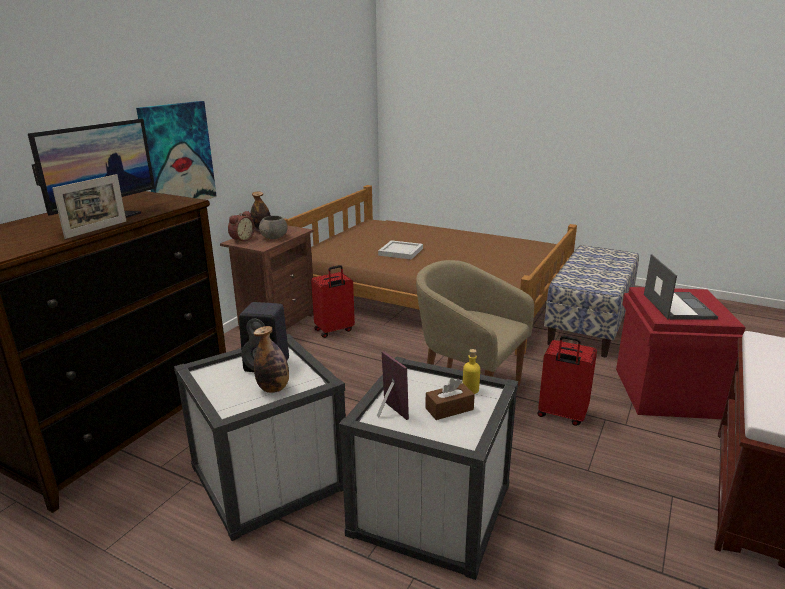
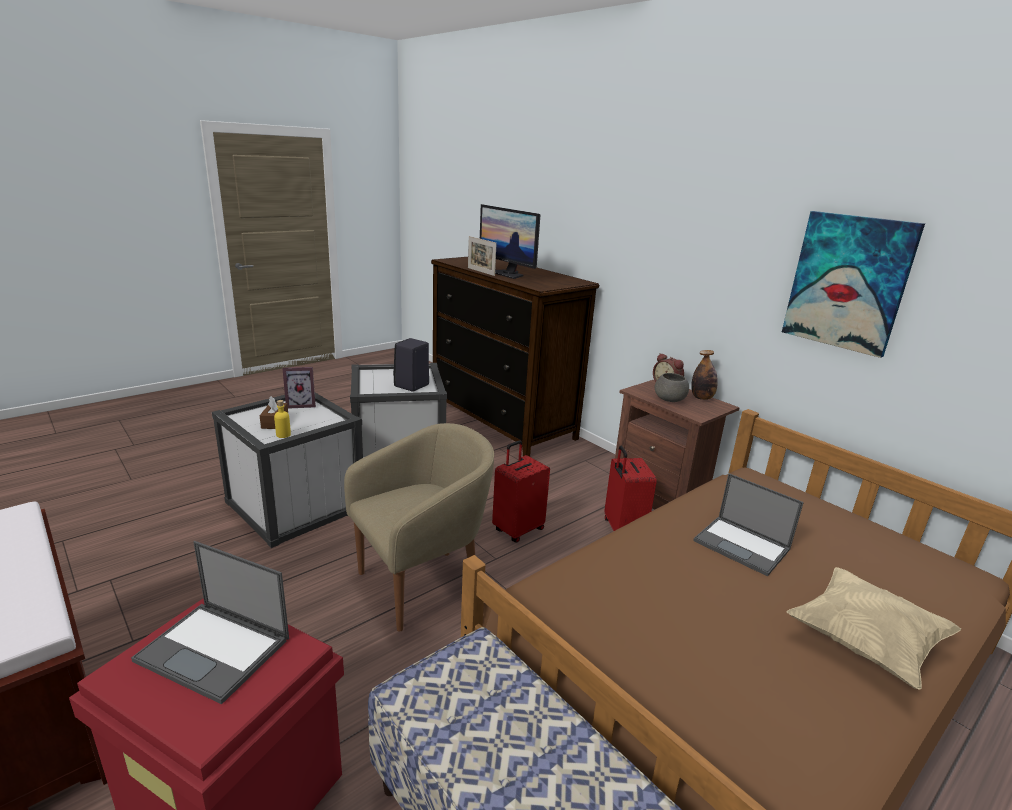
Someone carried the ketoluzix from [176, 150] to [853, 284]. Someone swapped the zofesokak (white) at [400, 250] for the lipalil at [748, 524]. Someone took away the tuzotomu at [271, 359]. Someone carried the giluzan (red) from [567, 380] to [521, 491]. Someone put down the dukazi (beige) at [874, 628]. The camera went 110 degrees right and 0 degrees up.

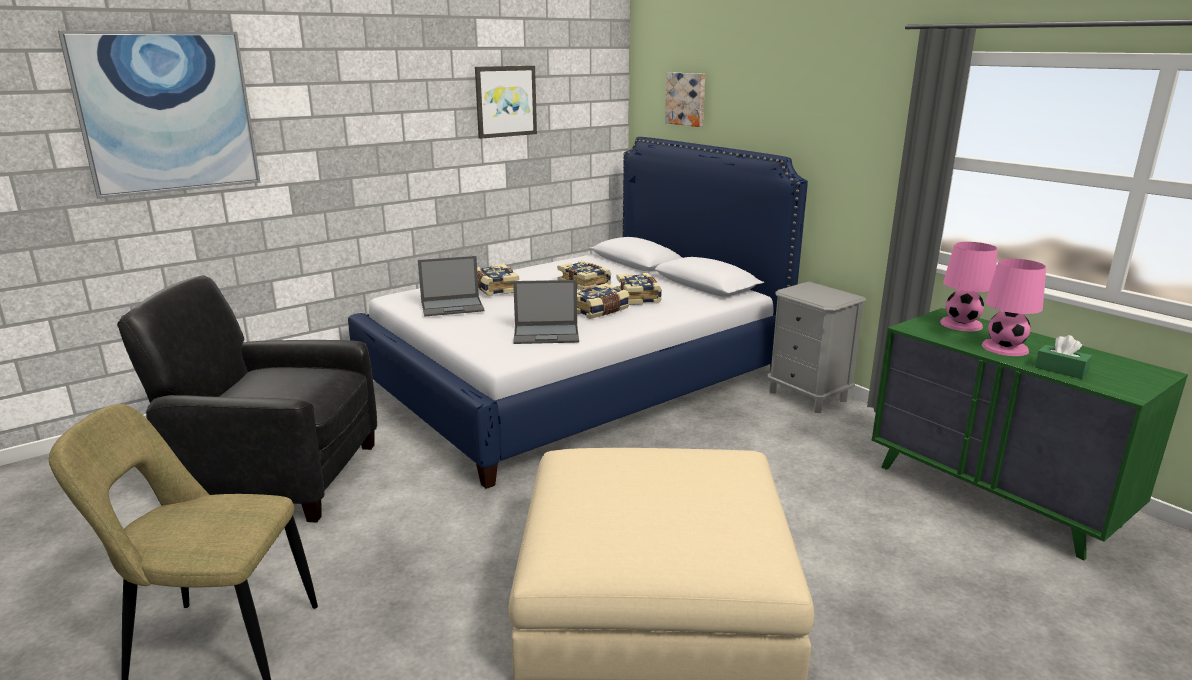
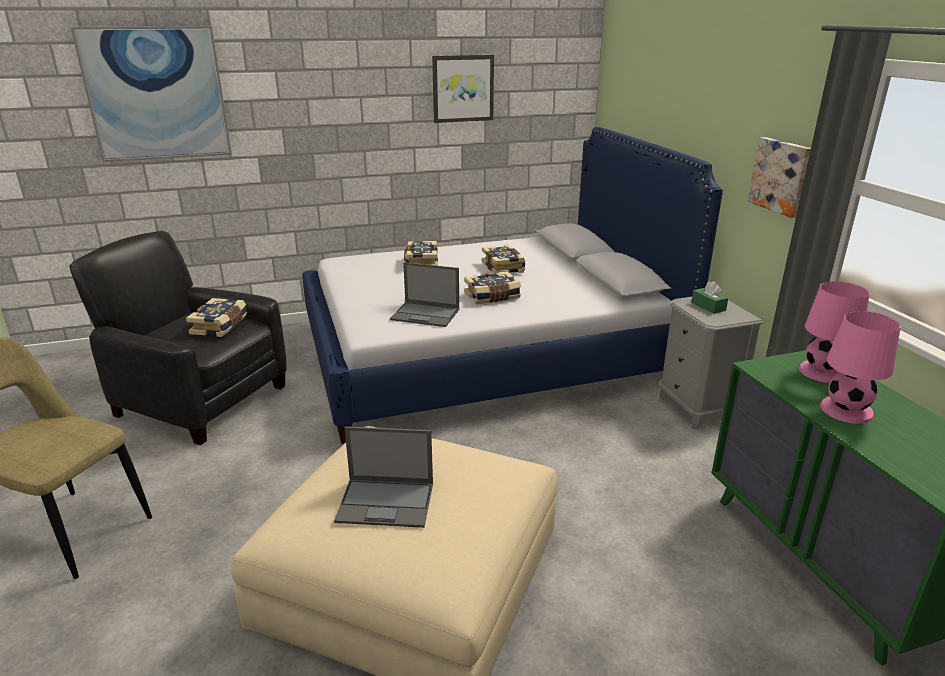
Someone carried the ketoluzix from [685, 99] to [779, 177]. Someone carried the lipalil from [451, 286] to [383, 477]. Someone carried the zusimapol from [639, 289] to [216, 317]. Someone carried the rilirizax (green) from [1063, 357] to [709, 297]. The camera went 20 degrees right and 5 degrees up.

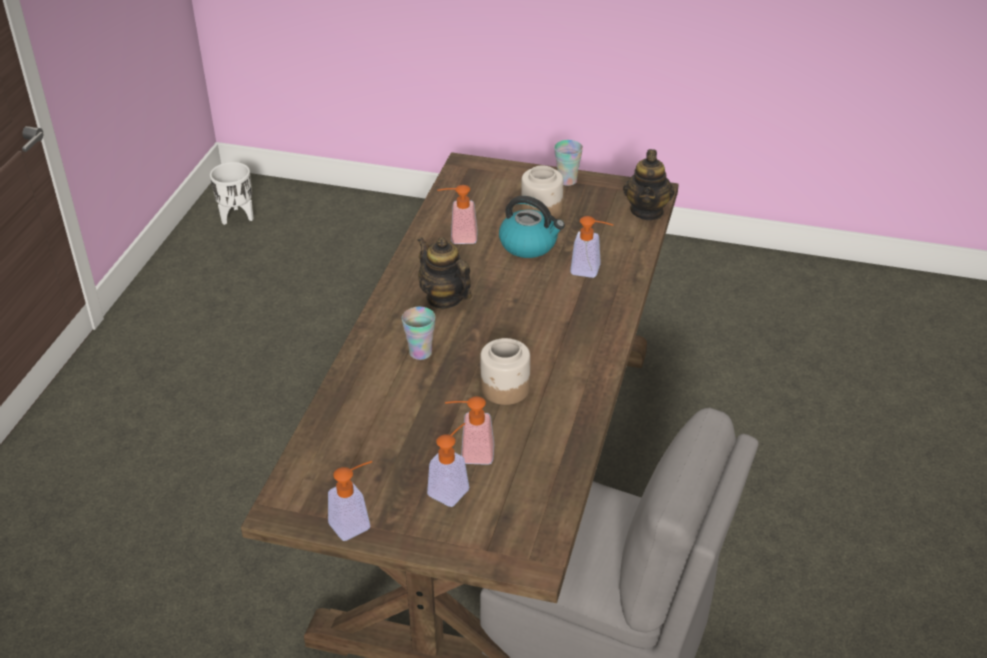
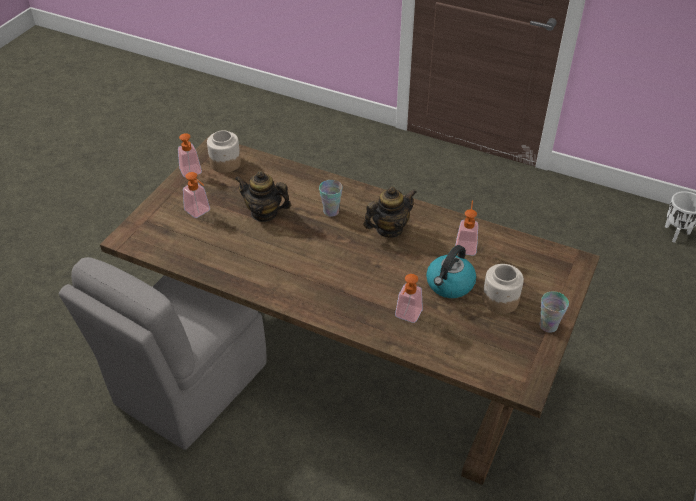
Someone carried the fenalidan from [649, 185] to [263, 196]. Someone carried the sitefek from [505, 371] to [224, 151]. Someone took away the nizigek at [470, 430]. The camera went 100 degrees right and 5 degrees up.

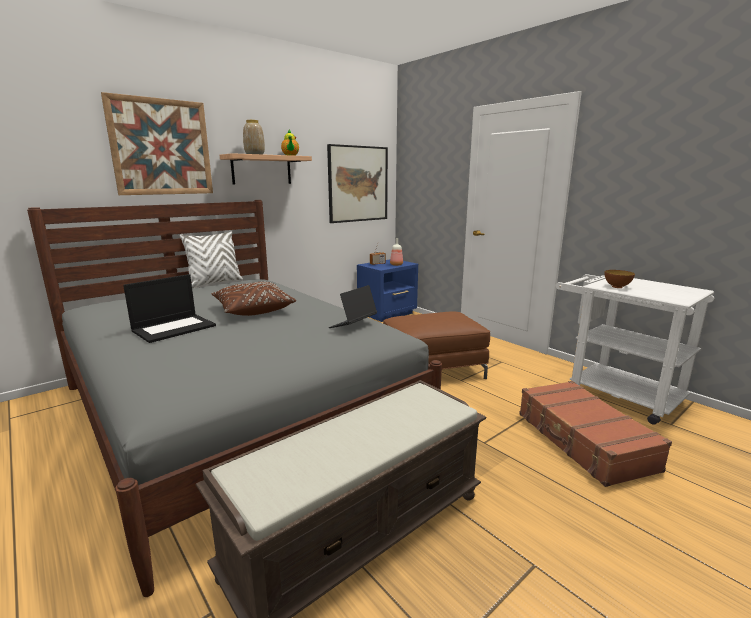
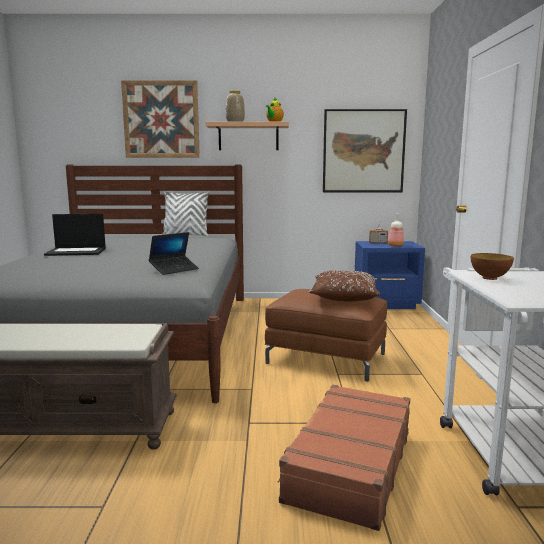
Someone carried the dukazi (brown) from [254, 299] to [344, 285]. Someone rotated the lipalil at [353, 306] by 150 degrees clockwise. The camera went 40 degrees right and 5 degrees down.

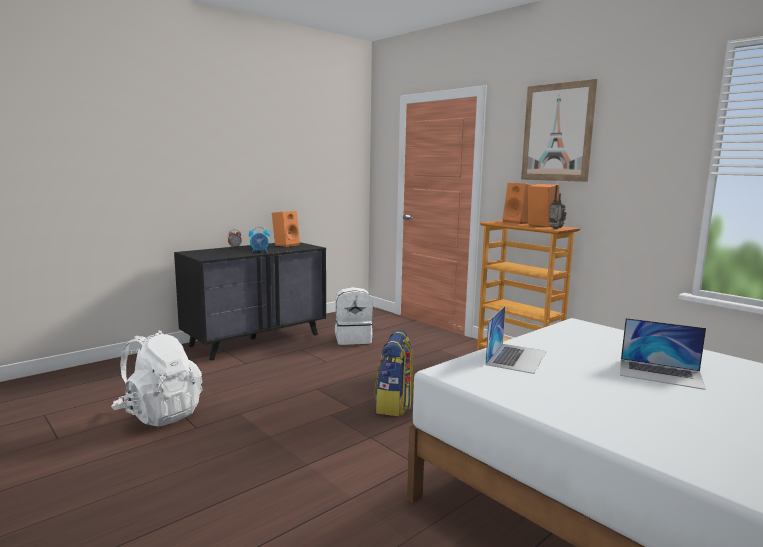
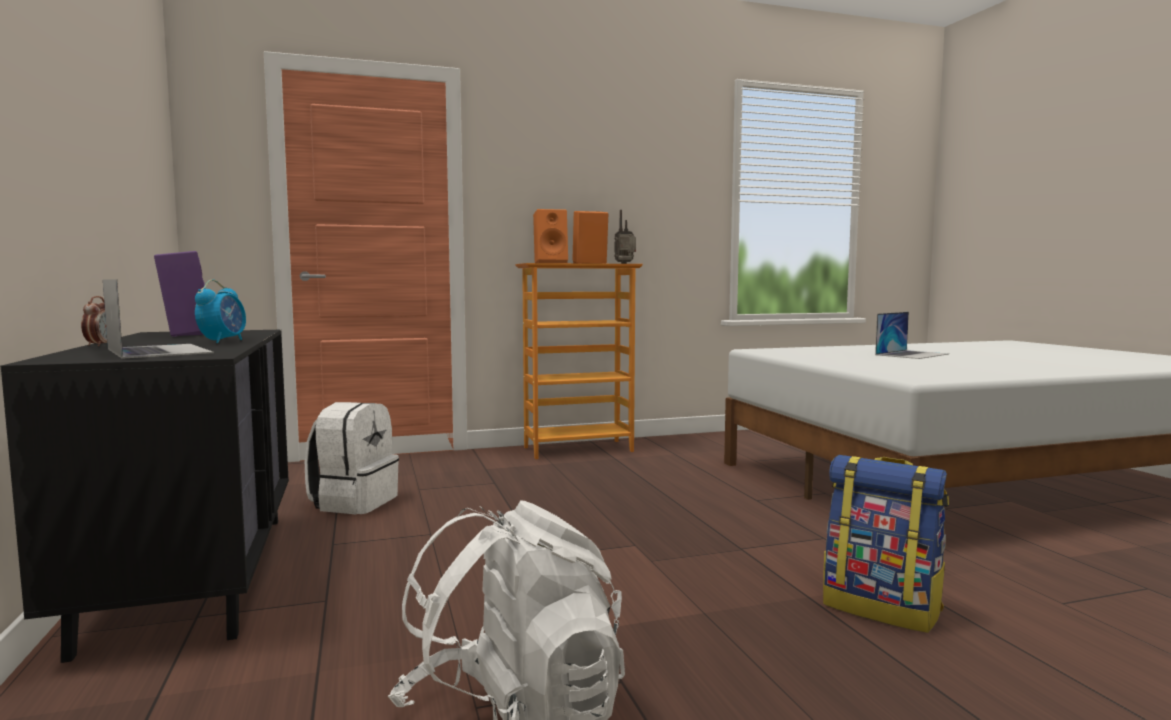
Someone took away the ketoluzix at [559, 130]. Someone repainted the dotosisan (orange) at [286, 229], which became the dotosisan (purple) at [180, 293]. Someone carried the lipalil from [515, 340] to [158, 319]. Someone carried the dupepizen from [394, 373] to [886, 544]. The camera went 65 degrees left and 5 degrees down.

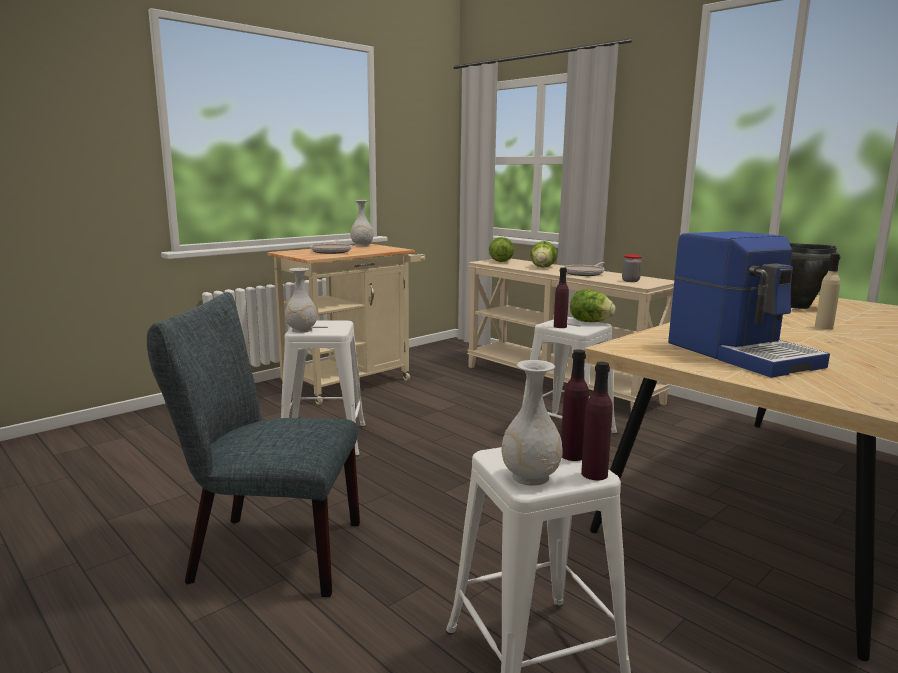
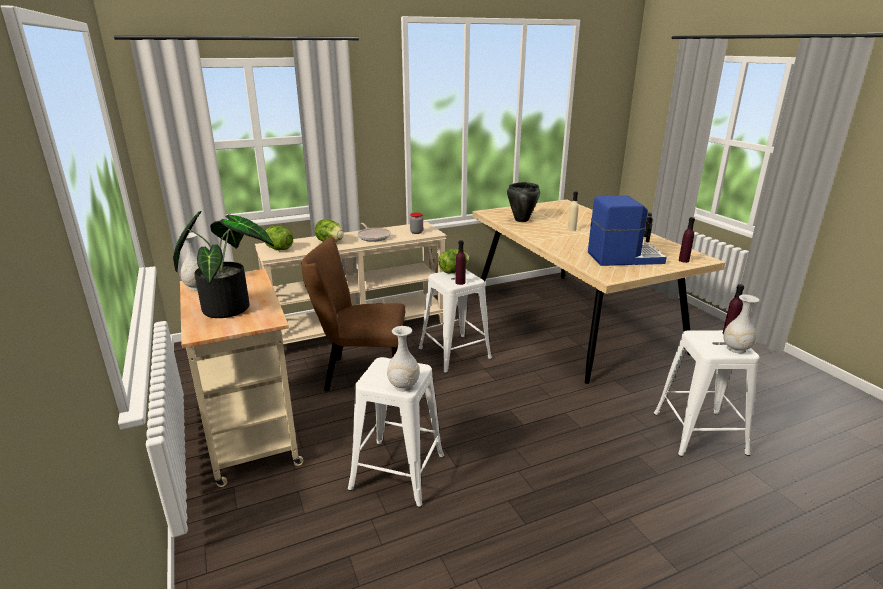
Someone swapped the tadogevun at [331, 247] for the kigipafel at [223, 264]. Someone took away the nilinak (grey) at [253, 444]. Someone carried the tuzotomu (purple) from [575, 405] to [687, 240]. Someone put down the nilinak (brown) at [353, 314]. The camera went 70 degrees left and 10 degrees up.

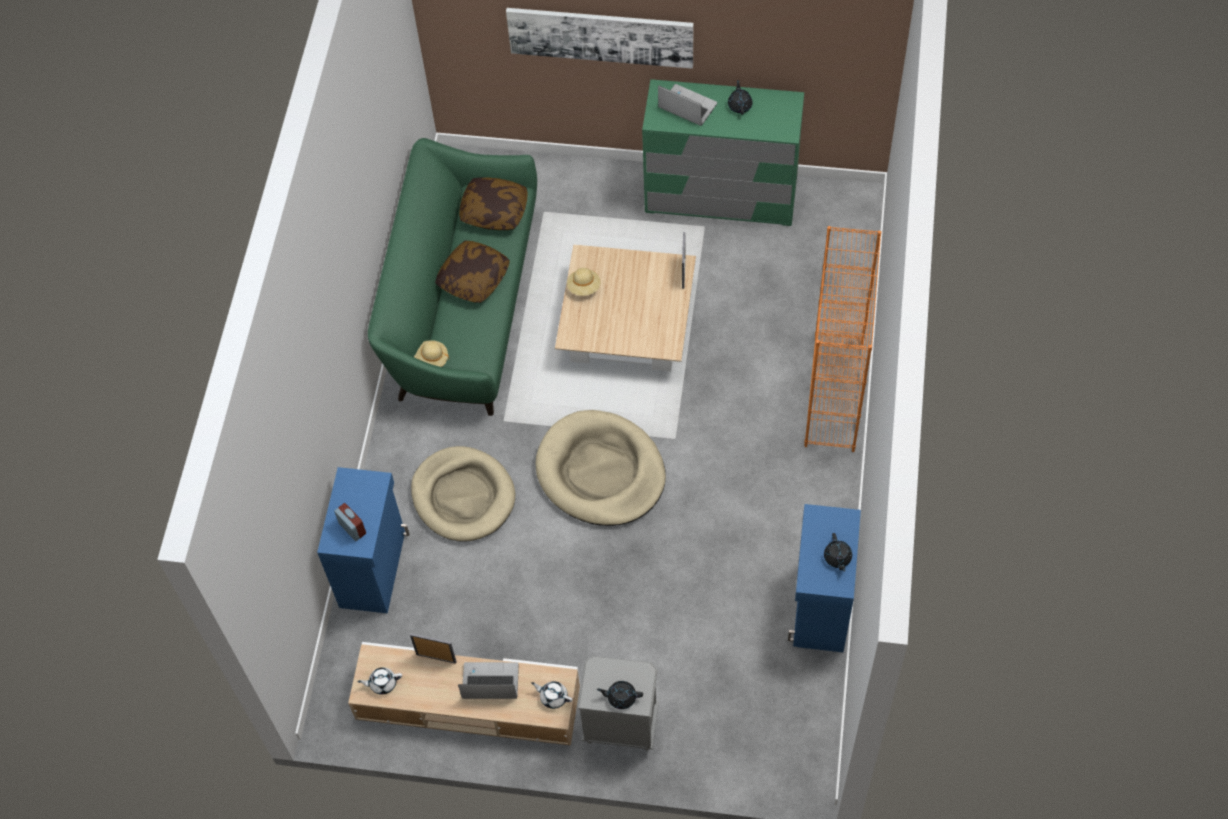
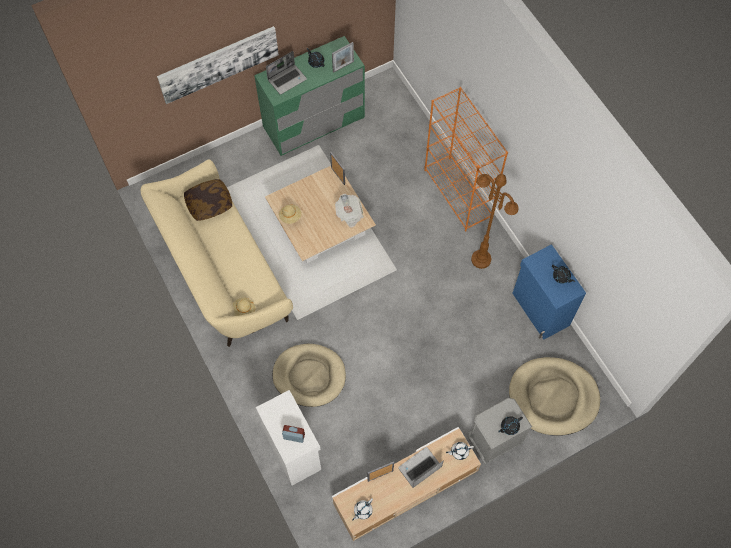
Someone rotated the lipalil at [687, 105] by 150 degrees clockwise. Someone repainted the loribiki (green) at [452, 277], which became the loribiki (beige) at [217, 253]. Someone took away the dukazi at [472, 271]. Someone carried the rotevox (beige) from [600, 468] to [554, 396]. Someone repainted the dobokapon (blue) at [363, 540], which became the dobokapon (white) at [288, 438]. Someone put down the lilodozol at [343, 57]. Someone put down the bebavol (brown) at [494, 221]. Someone put down the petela at [349, 211]. The camera went 40 degrees left and 5 degrees up.

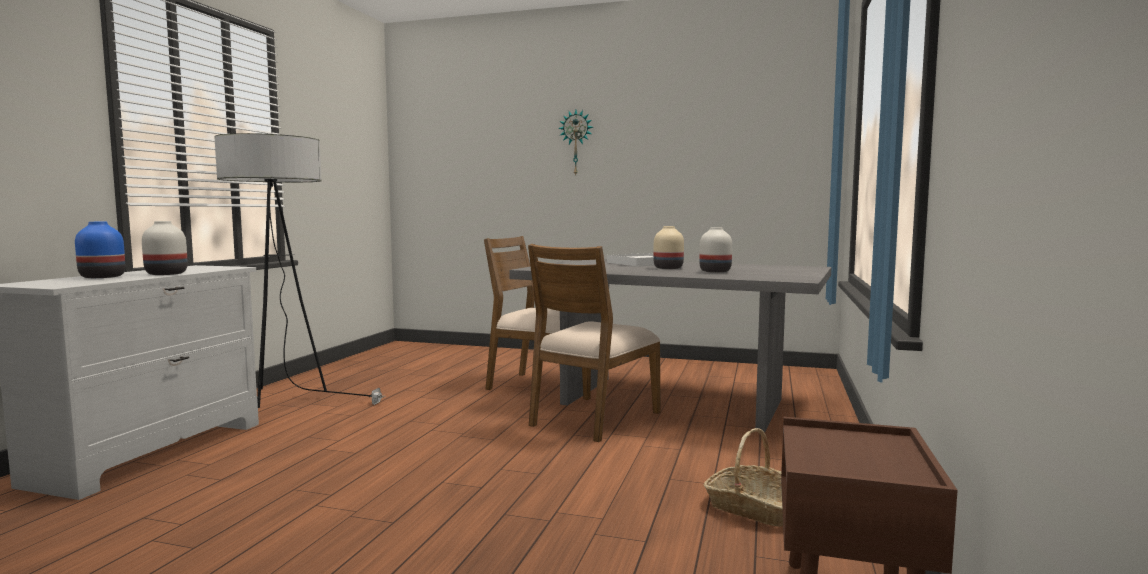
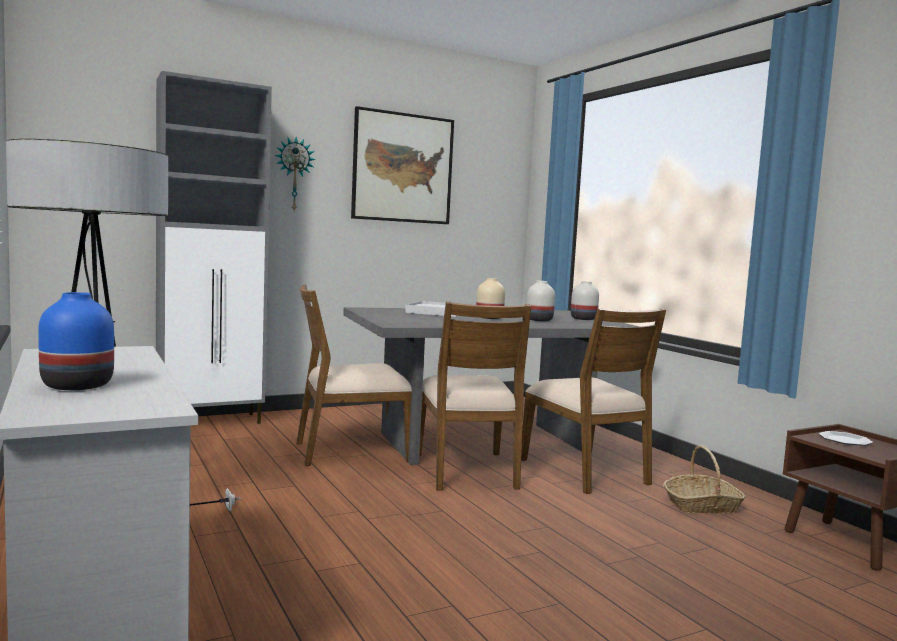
Someone carried the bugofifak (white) from [165, 248] to [585, 300]. Someone put down the dobokapon (grey) at [214, 247]. Someone put up the ketoluzix at [402, 165]. Someone put down the nilinak (brown) at [593, 401]. Someone put down the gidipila at [846, 438]. The camera went 45 degrees left and 0 degrees up.

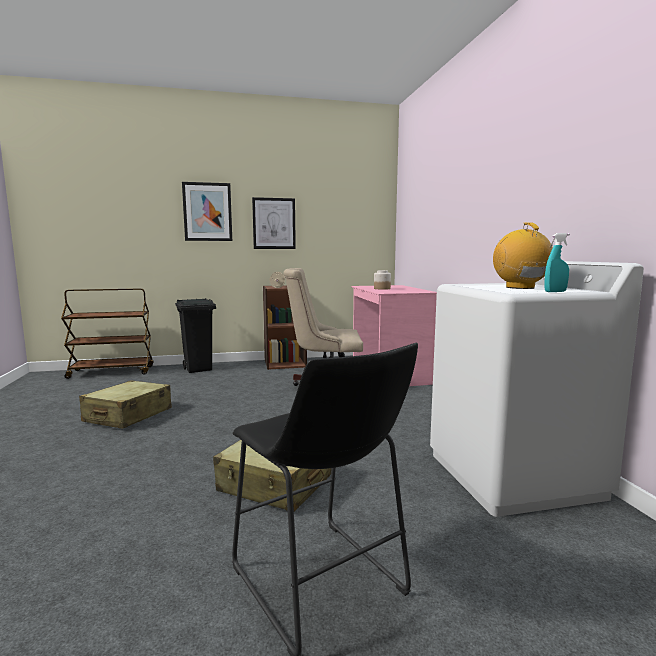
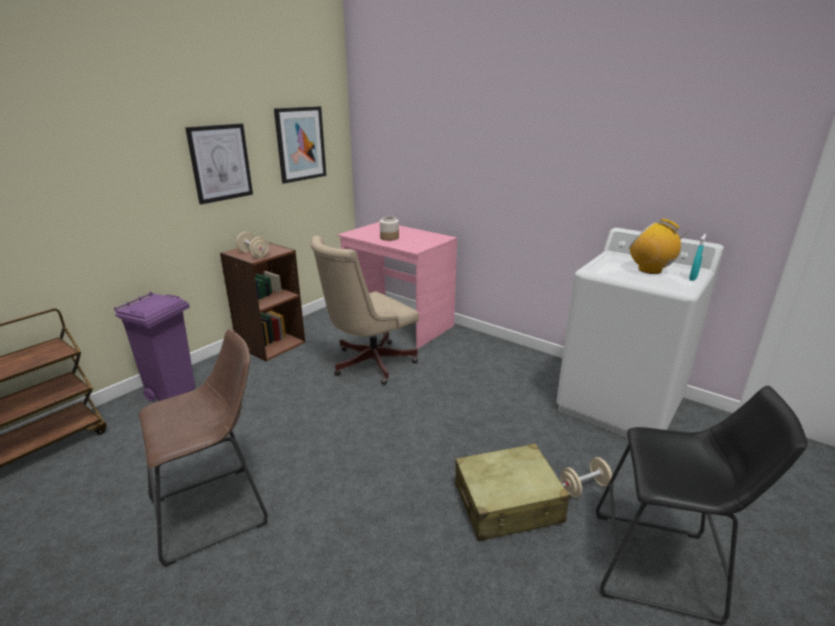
Someone carried the ketoluzix from [207, 211] to [300, 144]. Someone repainted the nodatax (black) at [195, 335], which became the nodatax (purple) at [154, 346]. Someone swapped the giluzan (beige) at [125, 404] for the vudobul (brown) at [203, 448]. Someone put down the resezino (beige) at [586, 477]. The camera went 40 degrees left and 15 degrees up.

